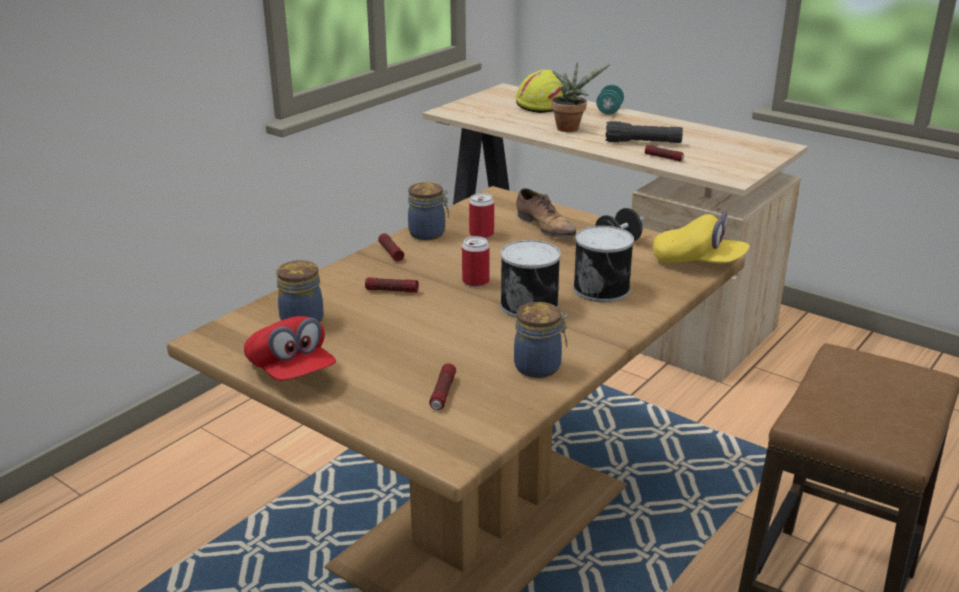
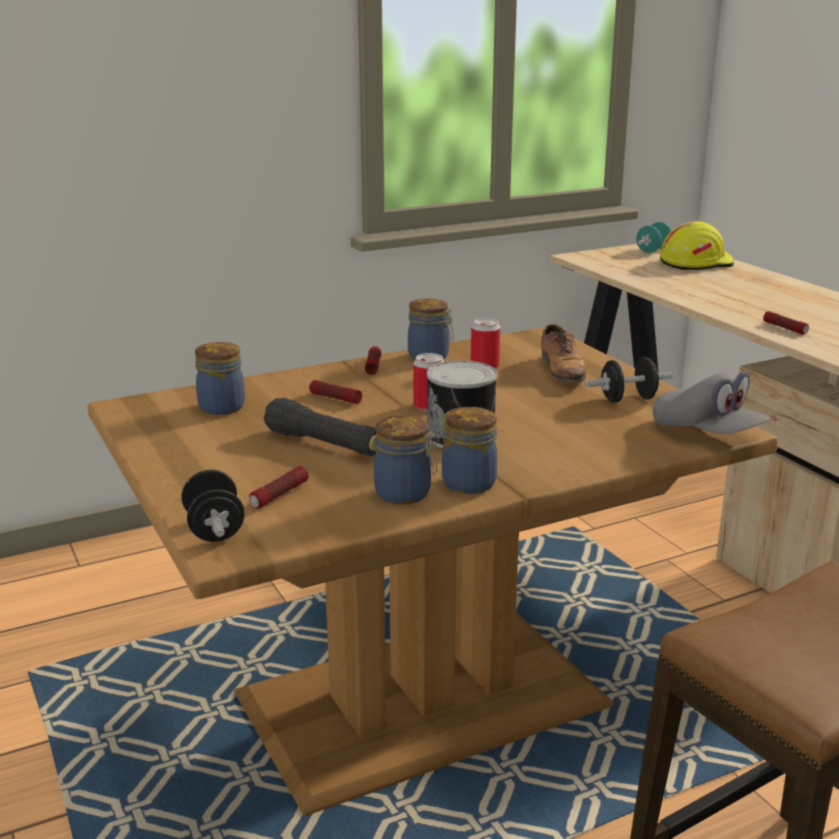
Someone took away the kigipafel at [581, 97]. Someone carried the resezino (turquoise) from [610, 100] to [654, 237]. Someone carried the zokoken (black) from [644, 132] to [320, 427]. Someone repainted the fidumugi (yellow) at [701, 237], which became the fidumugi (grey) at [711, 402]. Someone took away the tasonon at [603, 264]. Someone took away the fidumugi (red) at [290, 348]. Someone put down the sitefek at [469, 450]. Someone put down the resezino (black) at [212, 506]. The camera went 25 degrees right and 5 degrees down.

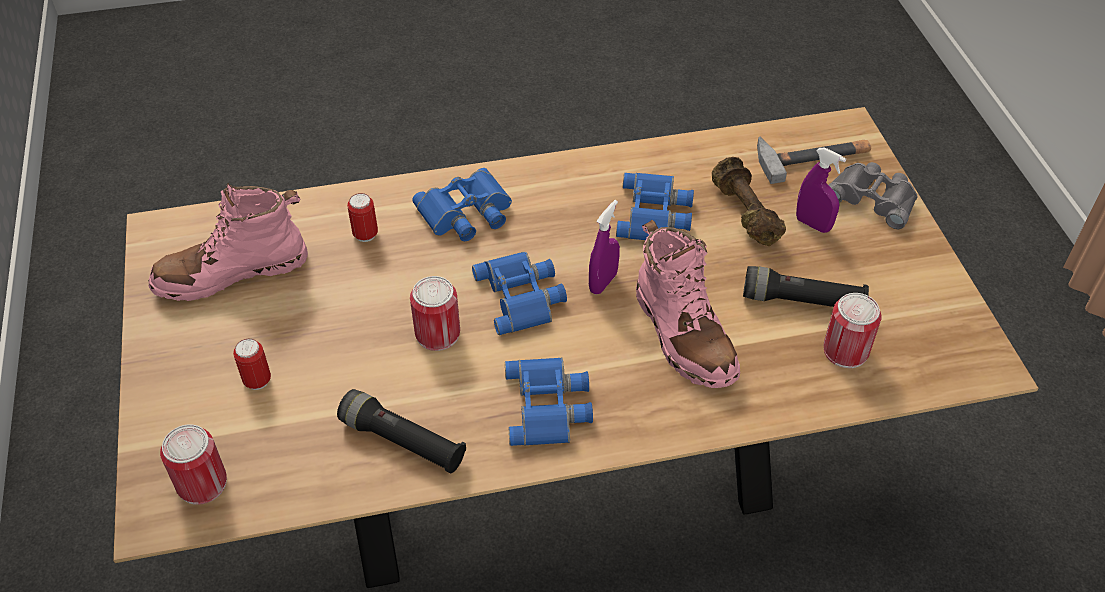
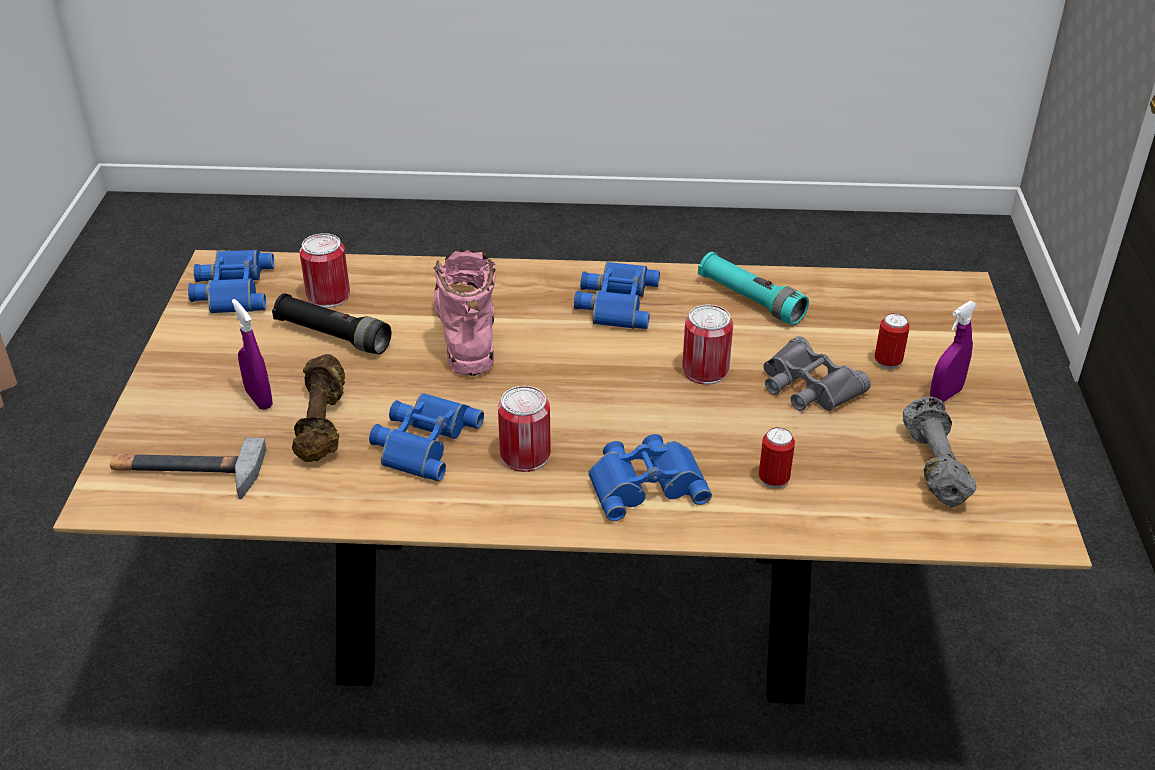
Someone carried the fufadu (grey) from [873, 195] to [817, 373]. Someone swapped the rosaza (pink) at [228, 242] for the resezino (grey) at [939, 452]. Someone carried the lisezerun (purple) from [604, 247] to [953, 352]. Someone carried the fufadu (blue) from [519, 293] to [231, 281]. Someone repainted the zokoken (black) at [401, 431], which became the zokoken (turquoise) at [753, 288]. Someone carried the tasonon from [193, 464] to [524, 429]. The camera went 165 degrees left and 10 degrees down.

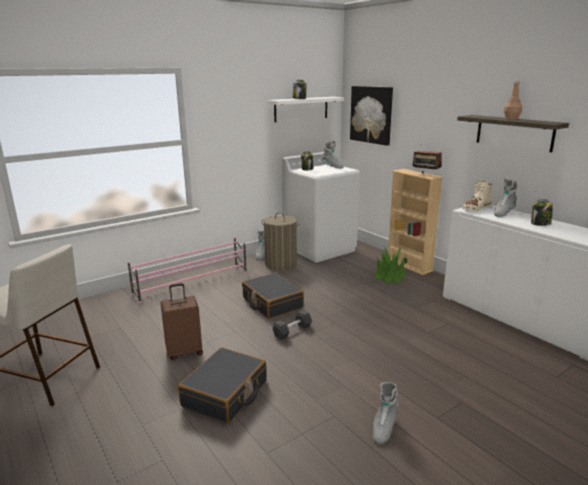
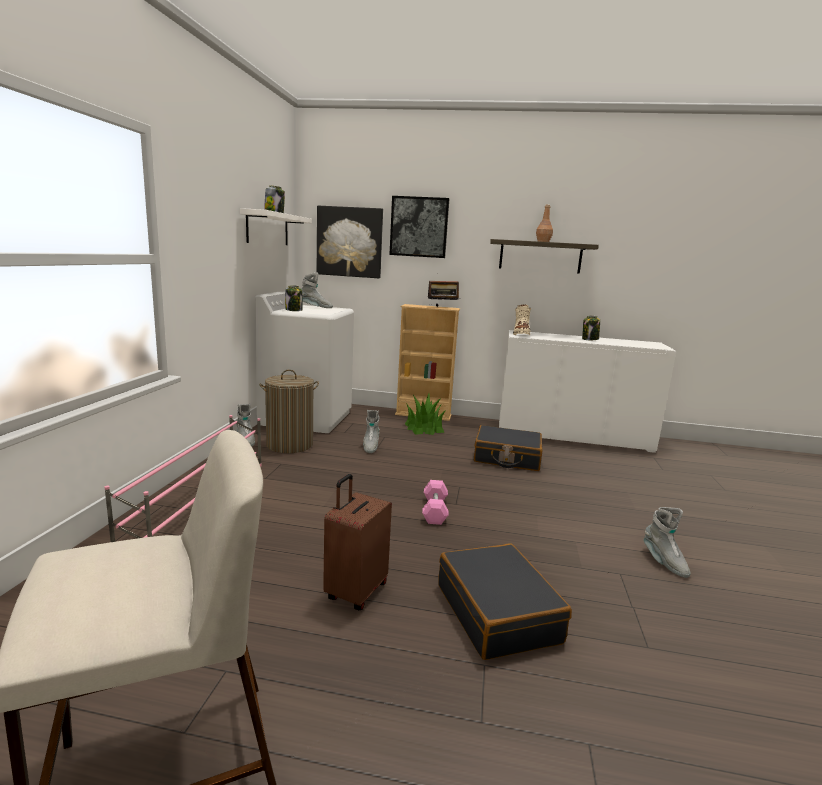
Someone carried the rosaza (grey) from [505, 197] to [371, 431]. Someone carried the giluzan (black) from [273, 296] to [508, 448]. Someone repainted the resezino (grey) at [292, 325], which became the resezino (pink) at [435, 502]. Someone put up the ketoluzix at [420, 227]. The camera went 45 degrees left and 5 degrees down.

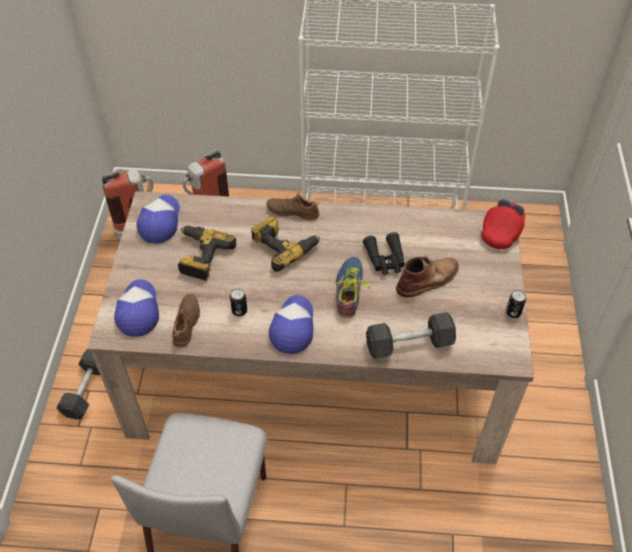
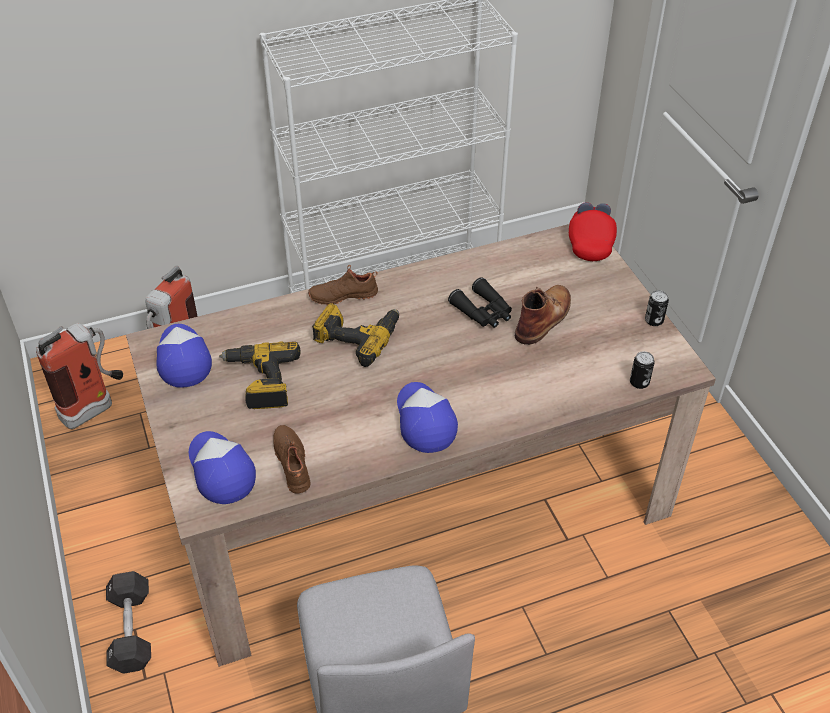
Someone took away the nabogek at [351, 287]. Someone carried the tasonon from [238, 302] to [642, 370]. Someone took away the resezino (black) at [411, 335]. The camera went 25 degrees left and 5 degrees down.

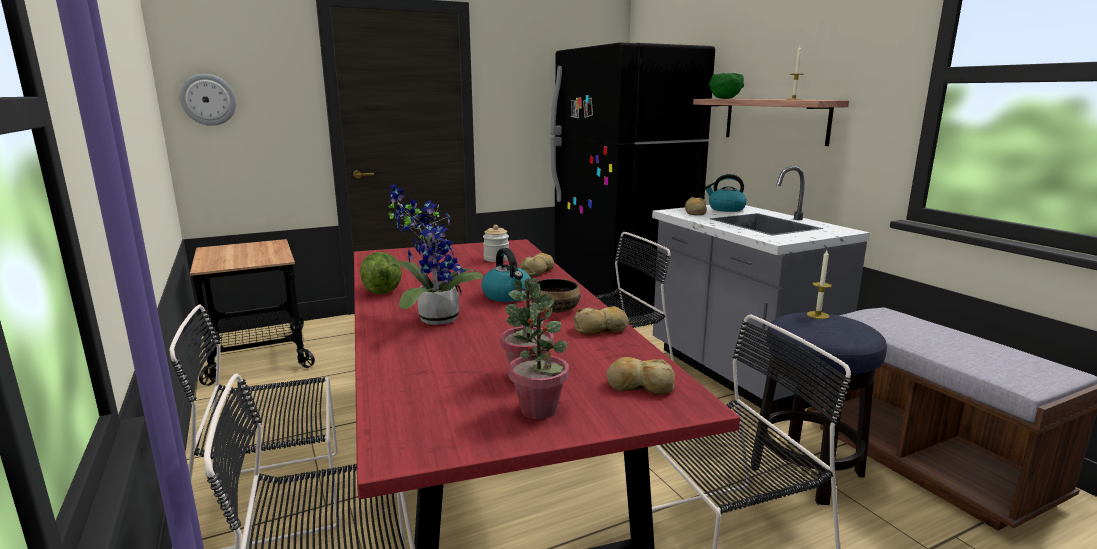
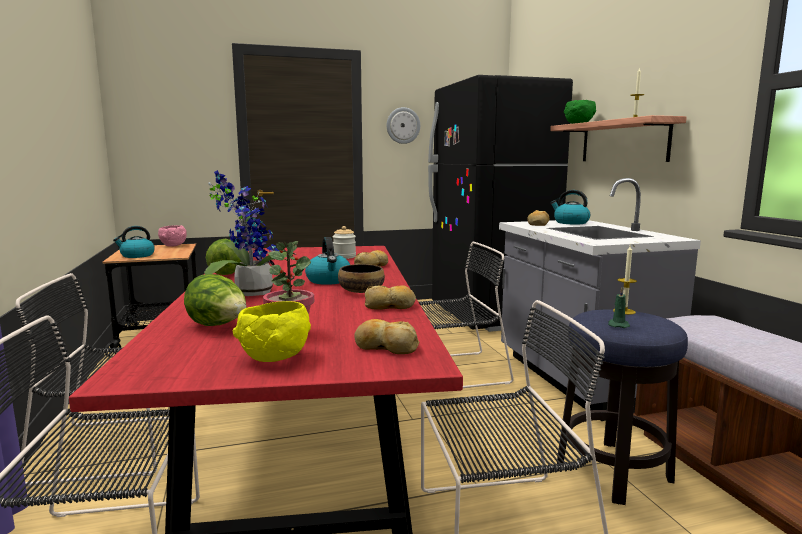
Someone carried the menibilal from [207, 100] to [403, 125]. Someone swapped the kigipafel at [538, 360] for the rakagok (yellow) at [272, 331]. Someone put down the rakagok (pink) at [172, 236]. Someone put down the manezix at [134, 242]. Someone put down the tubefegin at [215, 300]. Someone put down the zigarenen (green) at [619, 308]. The camera went 10 degrees right and 5 degrees down.

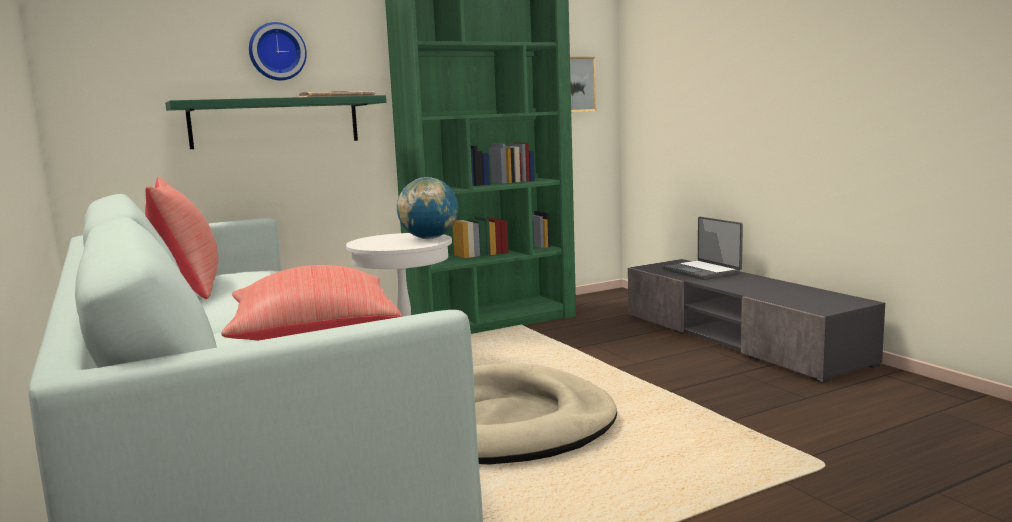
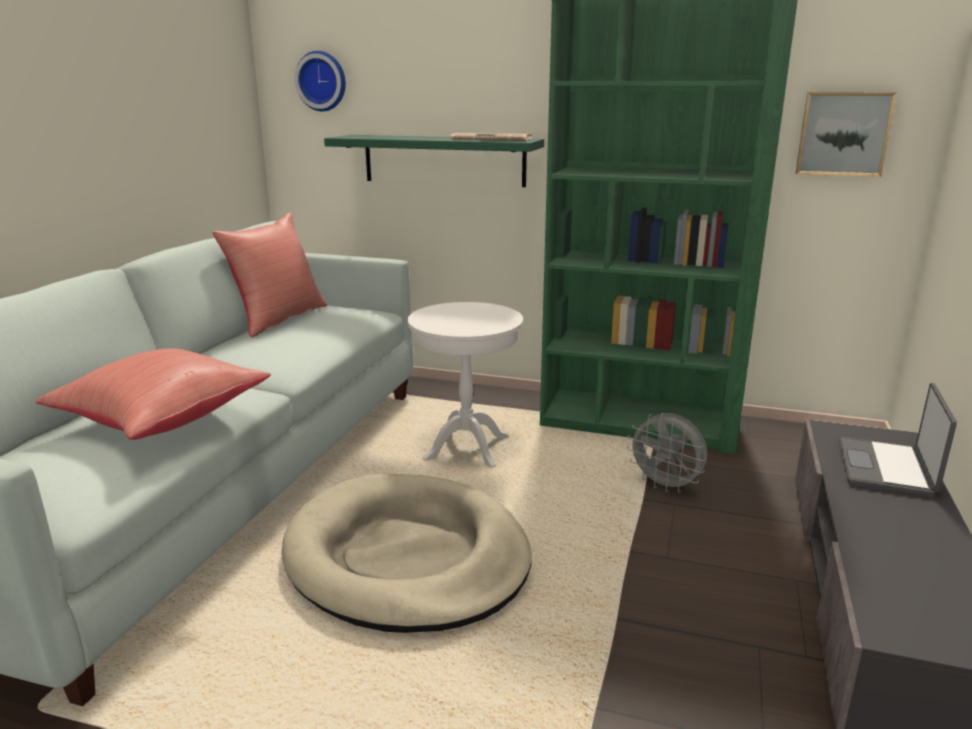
Someone carried the menibilal from [278, 51] to [320, 81]. Someone took away the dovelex at [427, 208]. Someone put down the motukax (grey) at [667, 453]. The camera went 45 degrees right and 10 degrees up.

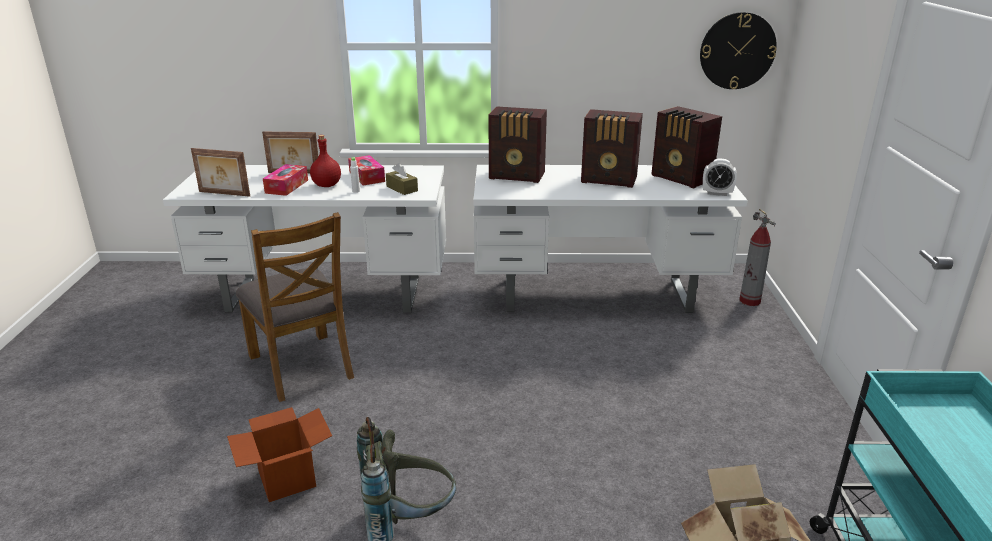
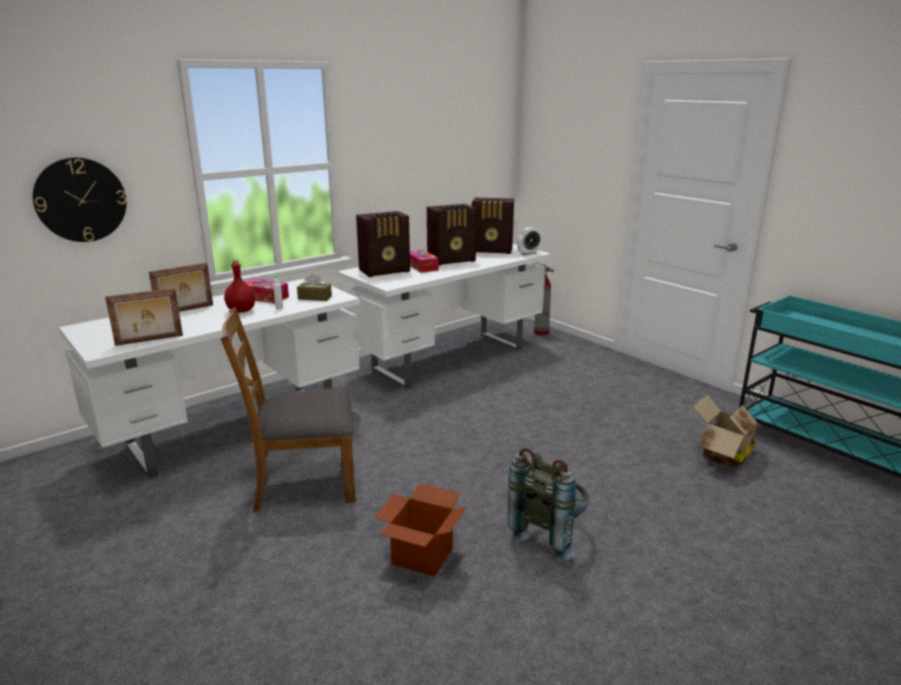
Someone carried the menibilal from [738, 50] to [80, 199]. Someone carried the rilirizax from [285, 180] to [424, 261]. Someone rotated the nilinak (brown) at [295, 307] by 150 degrees clockwise. The camera went 40 degrees left and 5 degrees down.

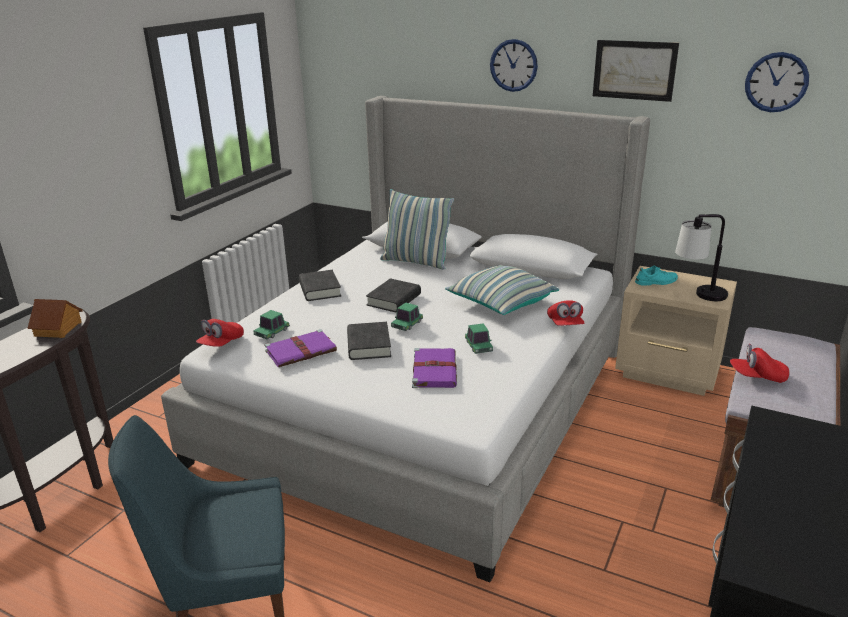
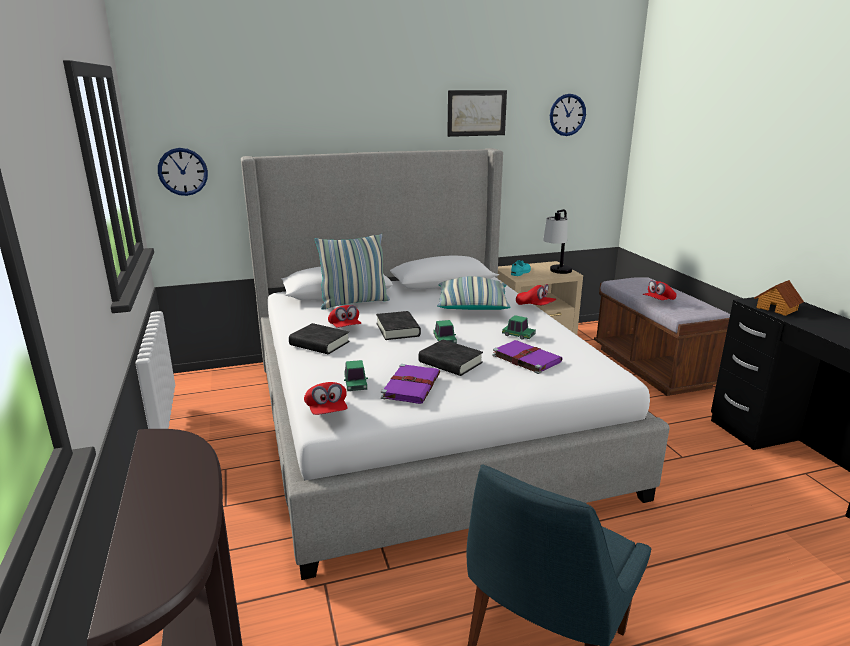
Someone carried the menibilal from [514, 65] to [183, 172]. Someone carried the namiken from [55, 318] to [779, 298]. Someone put down the fidumugi (red) at [344, 316]. The camera went 45 degrees left and 5 degrees down.

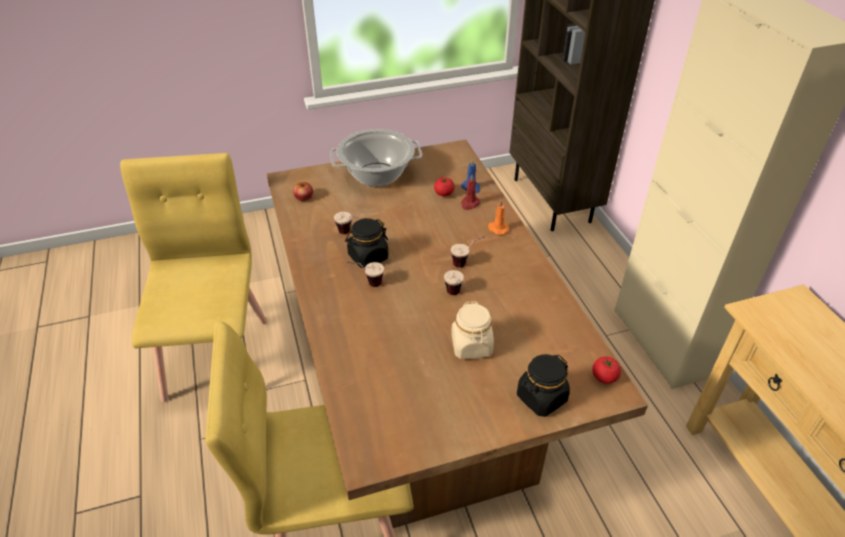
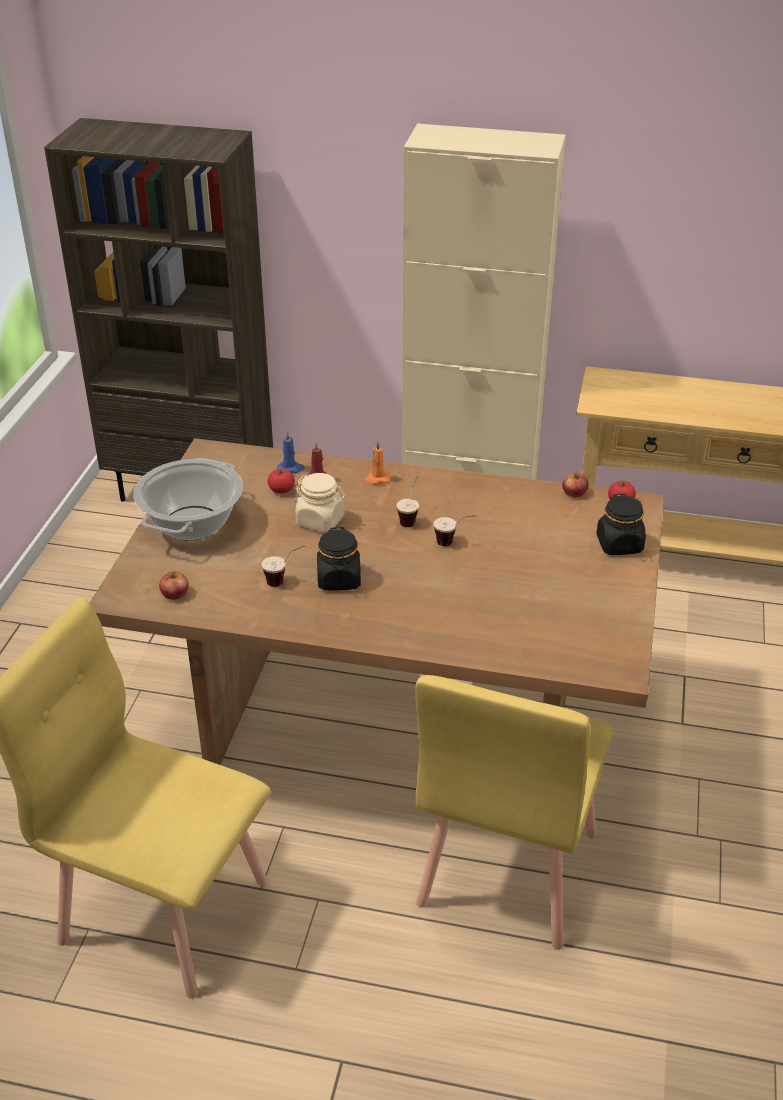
Someone took away the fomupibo at [365, 274]. Someone carried the sitefek (beige) from [472, 330] to [320, 502]. Someone put down the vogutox at [575, 485]. The camera went 60 degrees left and 5 degrees down.

